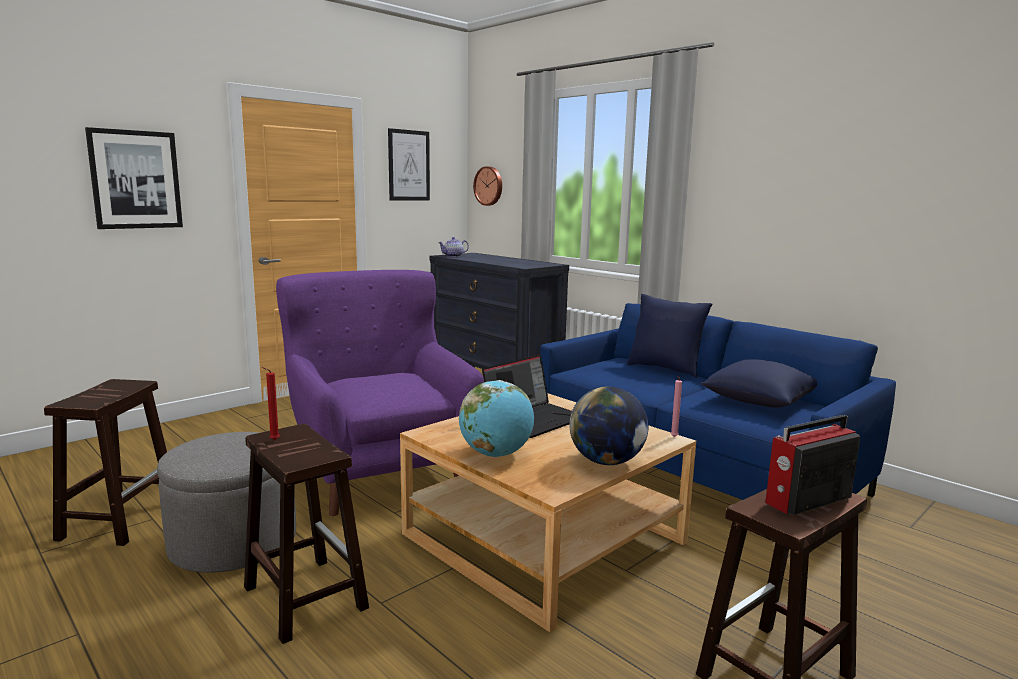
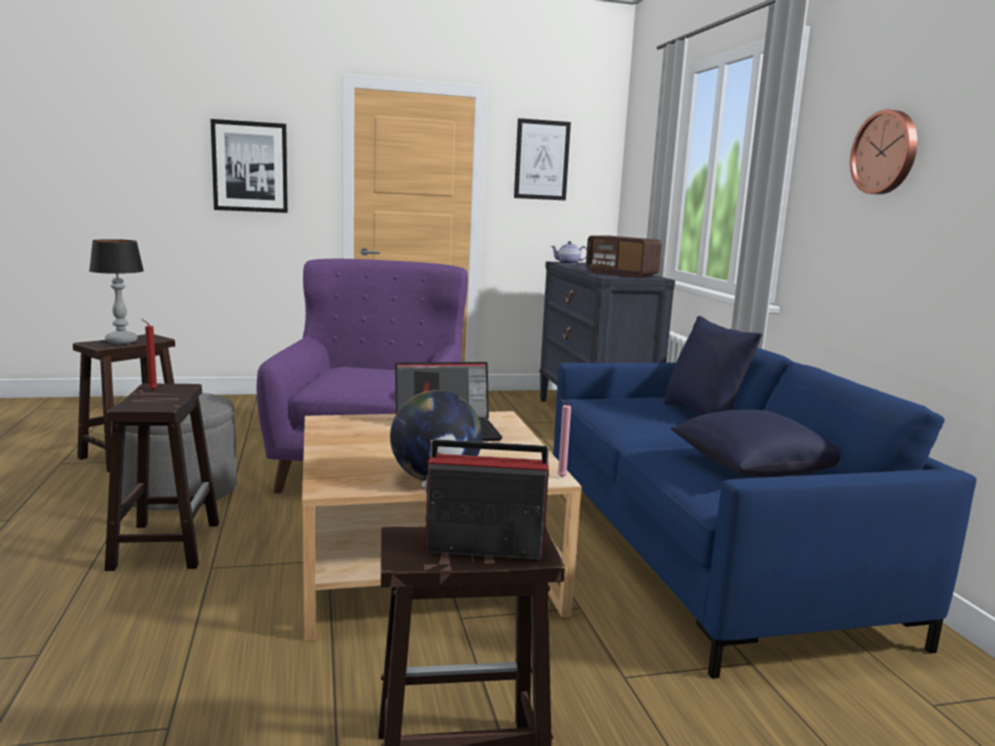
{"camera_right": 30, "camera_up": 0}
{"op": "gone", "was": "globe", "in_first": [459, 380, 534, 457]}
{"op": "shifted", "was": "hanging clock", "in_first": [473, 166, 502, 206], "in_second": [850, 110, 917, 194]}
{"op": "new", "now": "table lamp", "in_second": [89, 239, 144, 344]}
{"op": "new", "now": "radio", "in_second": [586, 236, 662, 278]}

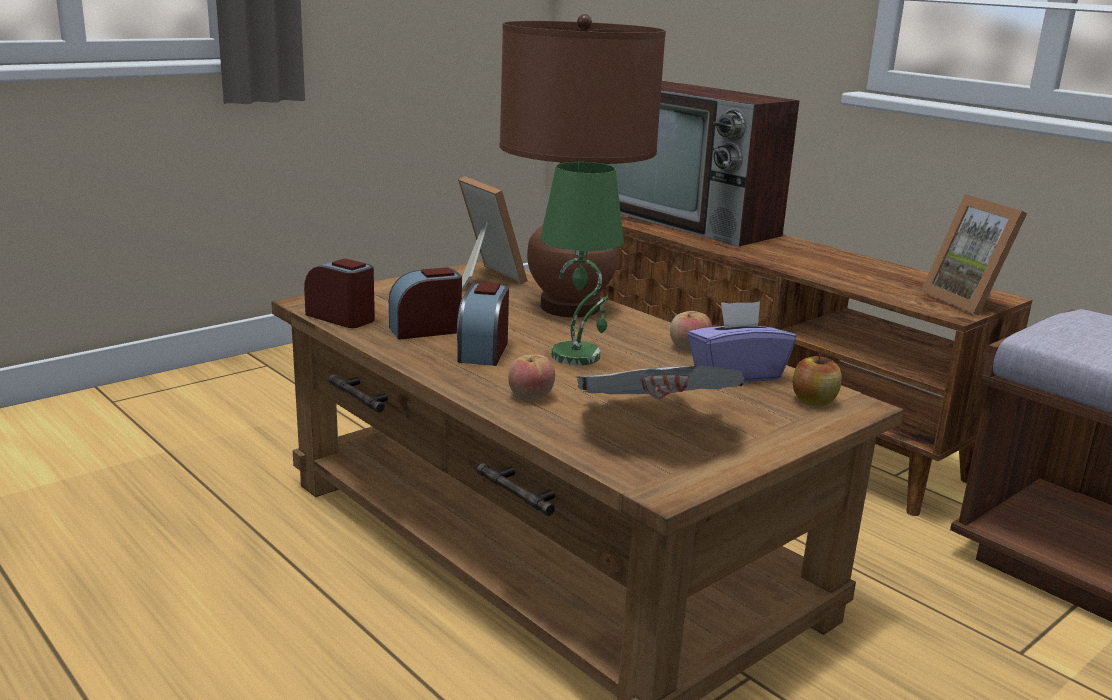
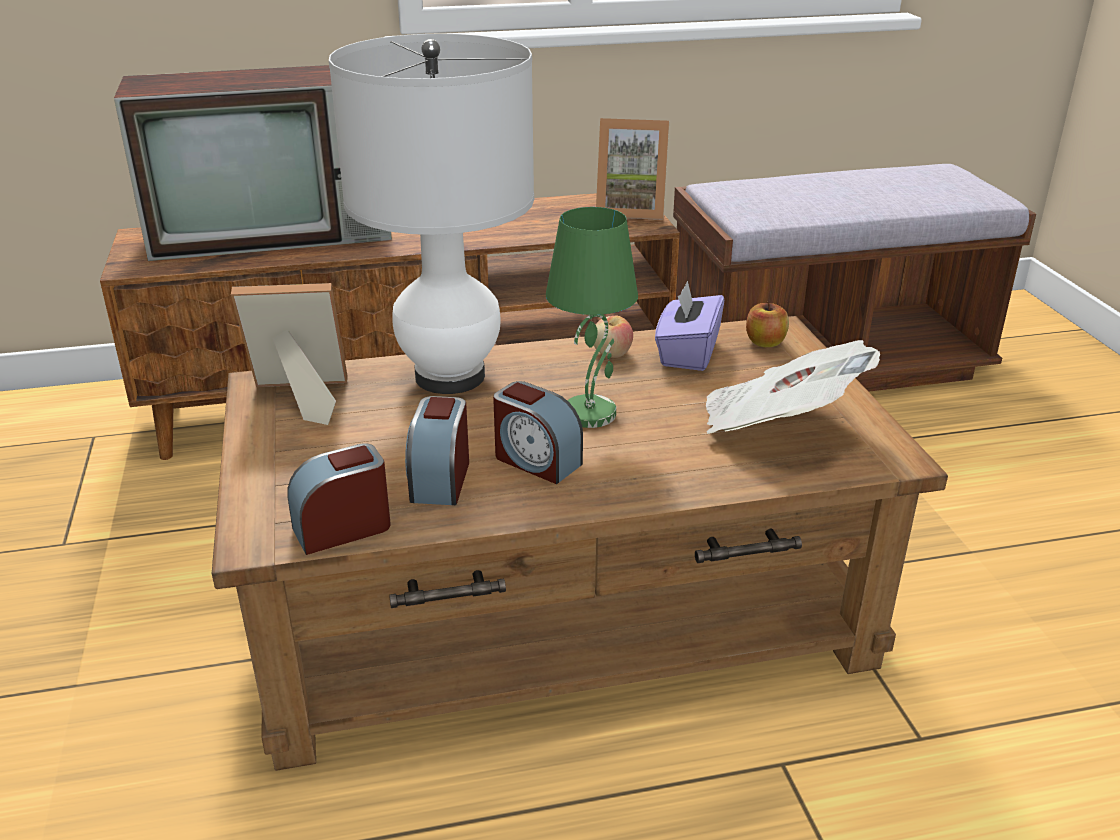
{"camera_right": -60, "camera_up": 10}
{"op": "repainted", "was": "brown table lamp", "now": "whitish table lamp", "in_first": [500, 14, 666, 317], "in_second": [329, 34, 534, 394]}
{"op": "gone", "was": "apple fruit", "in_first": [508, 355, 555, 399]}

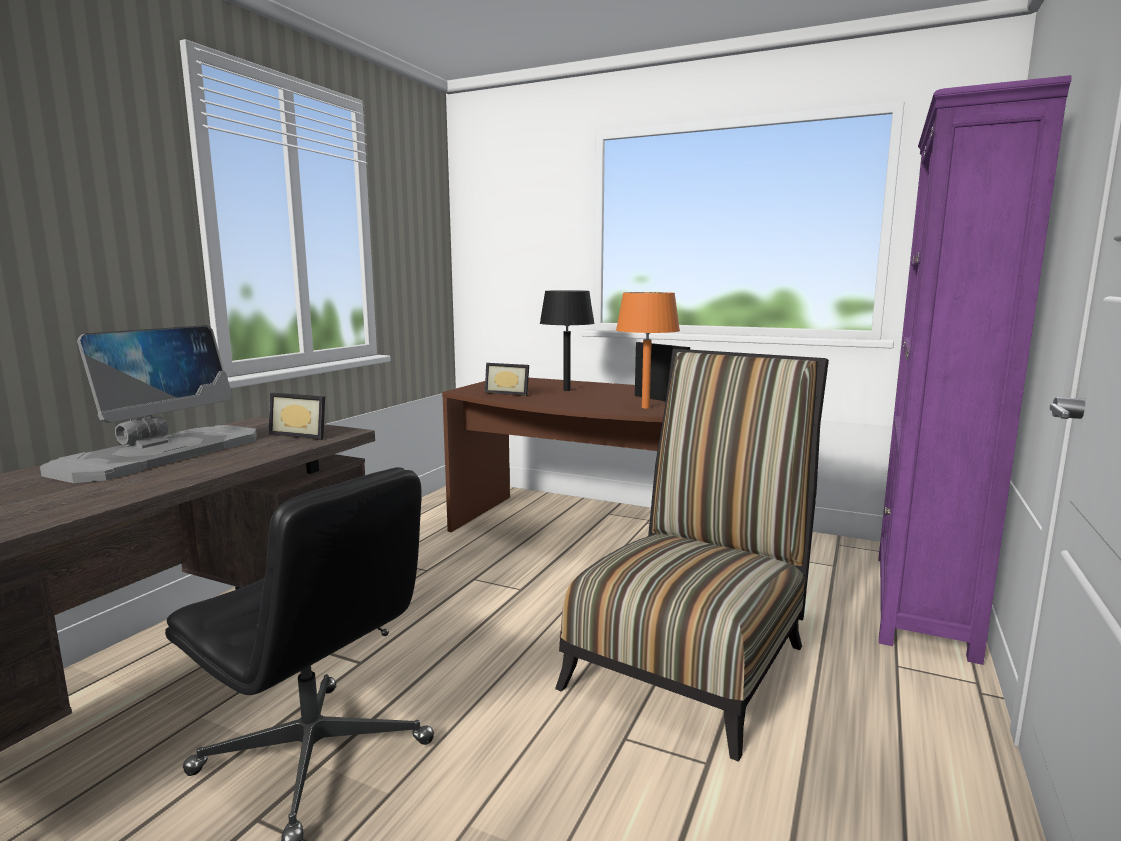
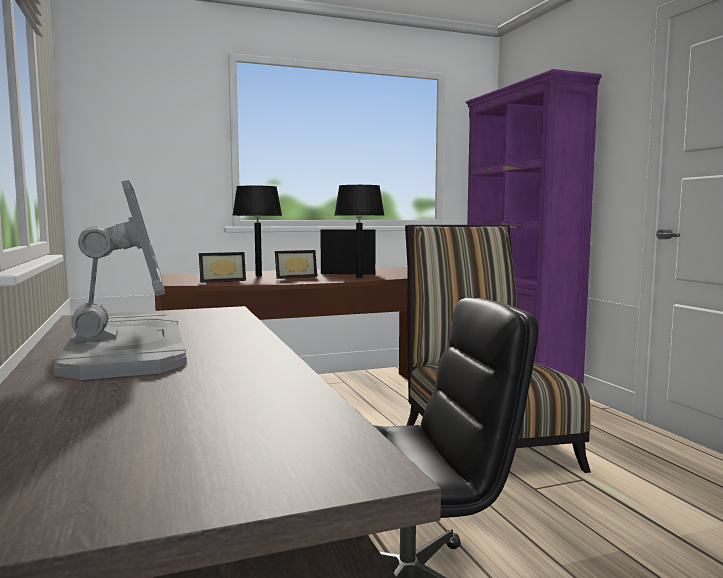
{"camera_right": -45, "camera_up": -5}
{"op": "shifted", "was": "photo frame", "in_first": [269, 393, 325, 440], "in_second": [275, 250, 317, 279]}
{"op": "repainted", "was": "orange table lamp", "now": "black table lamp", "in_first": [616, 292, 680, 408], "in_second": [334, 185, 384, 278]}

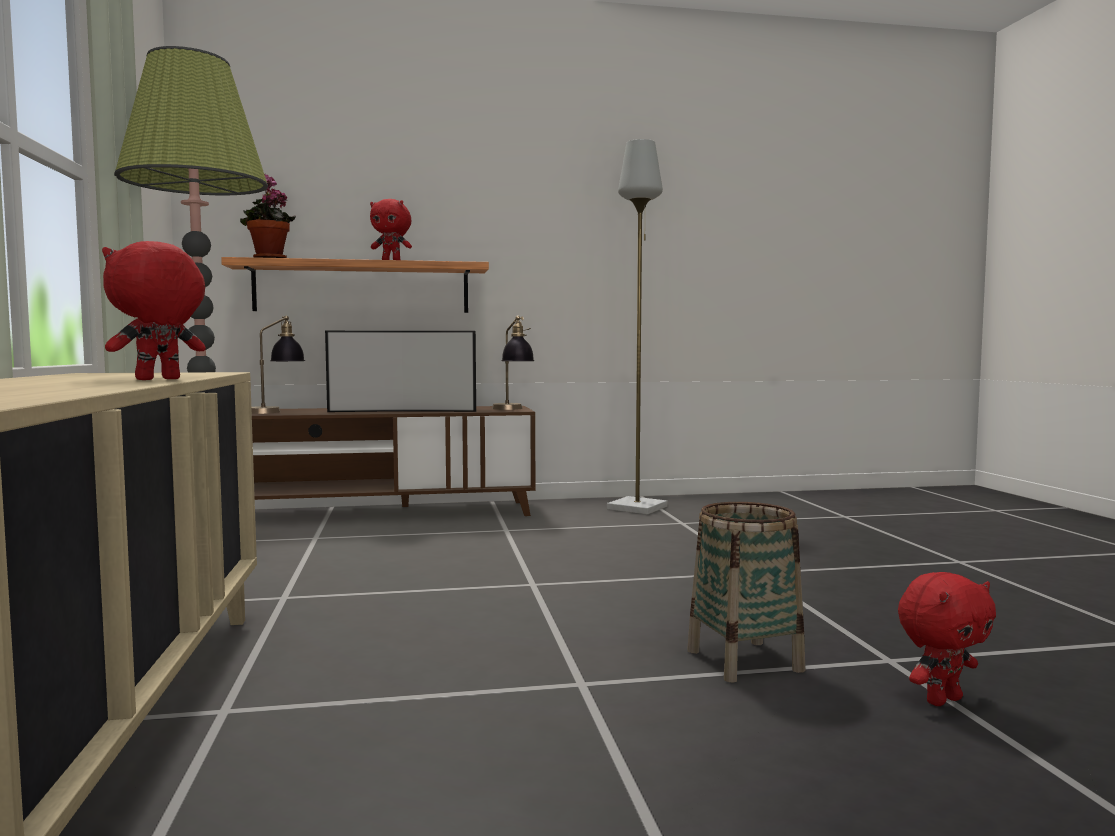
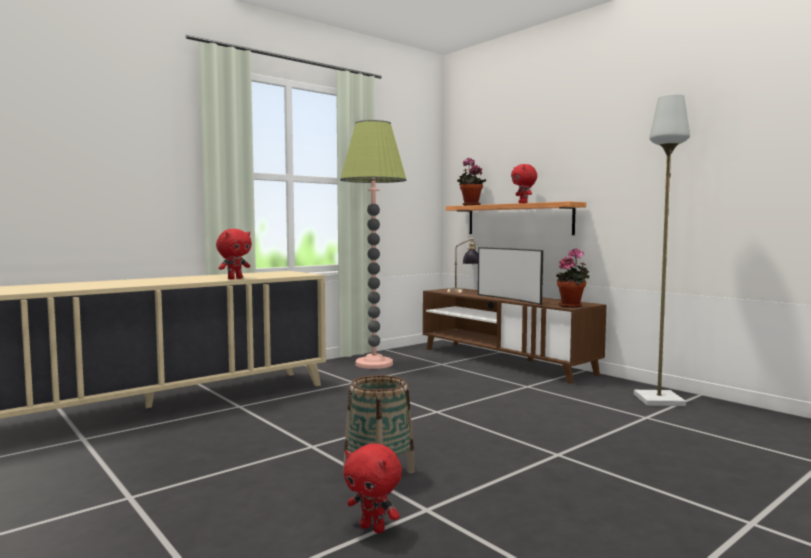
{"camera_right": 60, "camera_up": 0}
{"op": "rotated", "was": "red-coloured plush toy", "in_first": [102, 241, 206, 380], "in_second": [216, 229, 252, 279], "clockwise": 120}
{"op": "swapped", "was": "table lamp", "now": "houseplant", "in_first": [492, 316, 534, 410], "in_second": [556, 248, 590, 308]}

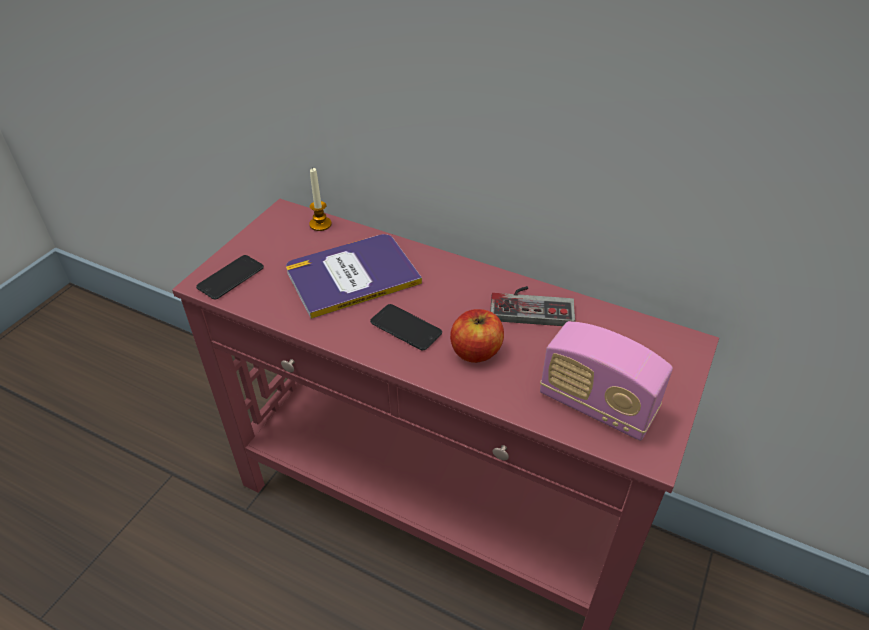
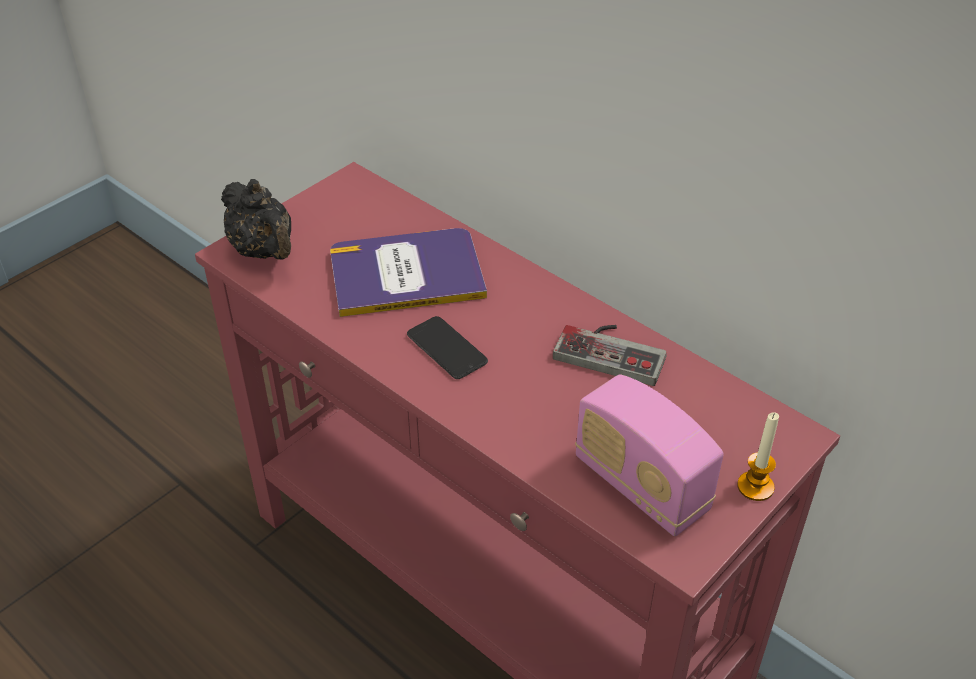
{"camera_right": 15, "camera_up": 0}
{"op": "swapped", "was": "telephone", "now": "black pot for tea", "in_first": [196, 255, 264, 299], "in_second": [221, 179, 291, 260]}
{"op": "shifted", "was": "wax light", "in_first": [309, 168, 332, 231], "in_second": [737, 412, 779, 501]}
{"op": "gone", "was": "apple fruit", "in_first": [450, 309, 504, 363]}

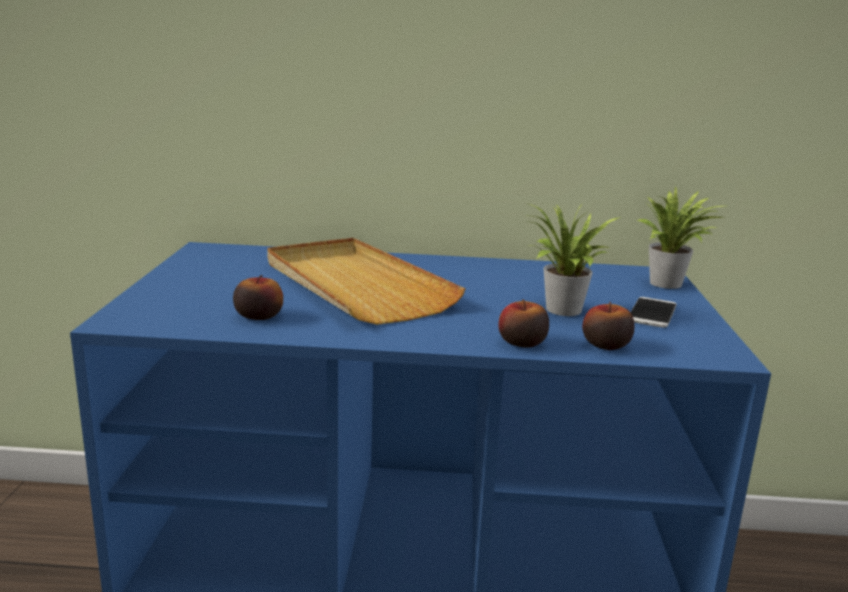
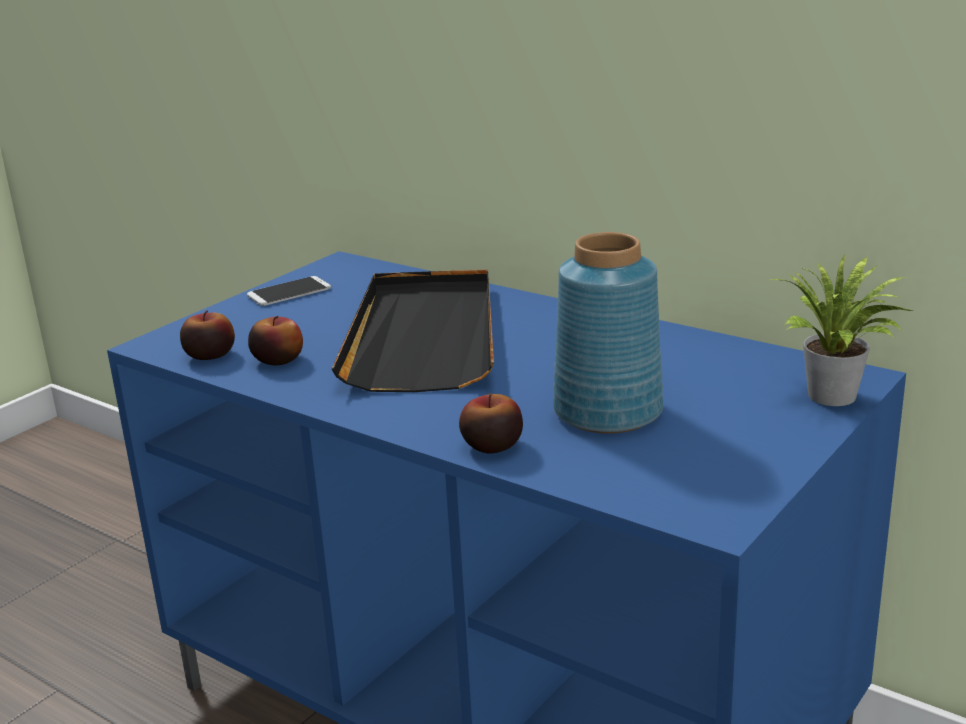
{"camera_right": 35, "camera_up": 5}
{"op": "repainted", "was": "beige-coloured tray", "now": "black tray", "in_first": [267, 238, 466, 325], "in_second": [332, 269, 494, 392]}
{"op": "swapped", "was": "houseplant", "now": "blue decorative vase", "in_first": [526, 202, 621, 316], "in_second": [553, 232, 663, 434]}
{"op": "shifted", "was": "apple fruit", "in_first": [582, 302, 634, 350], "in_second": [180, 310, 235, 360]}
{"op": "shifted", "was": "telephone", "in_first": [630, 297, 677, 328], "in_second": [247, 276, 331, 306]}

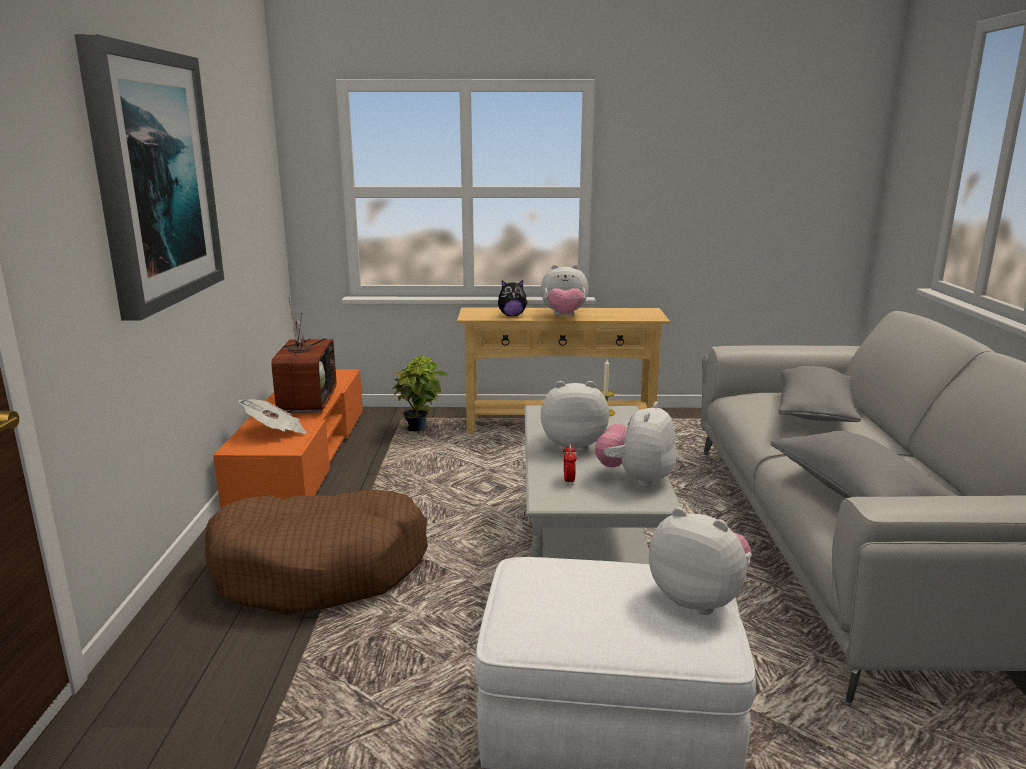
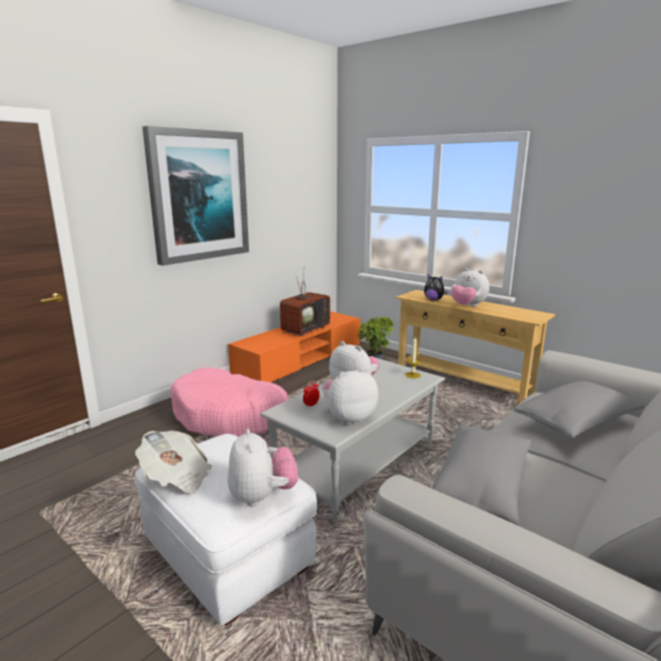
{"camera_right": 40, "camera_up": 0}
{"op": "repainted", "was": "brown dog bed", "now": "pink dog bed", "in_first": [205, 489, 428, 615], "in_second": [170, 368, 288, 437]}
{"op": "shifted", "was": "daily paper", "in_first": [238, 399, 306, 434], "in_second": [135, 431, 212, 494]}

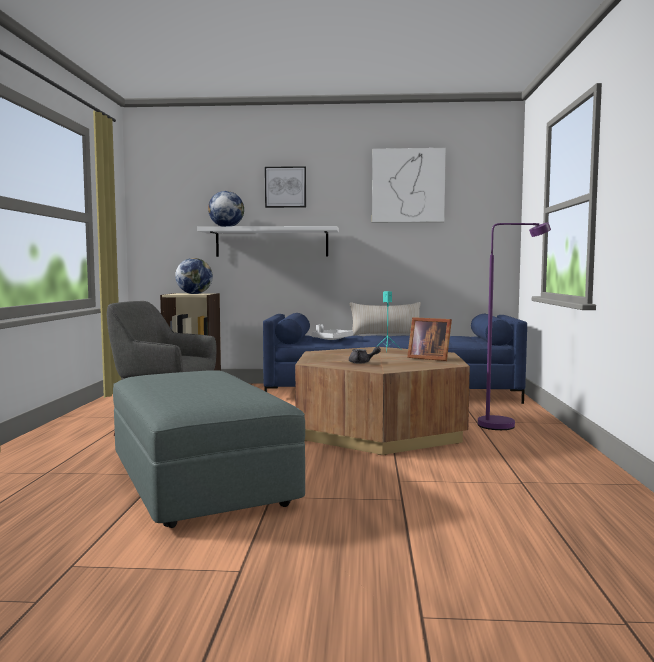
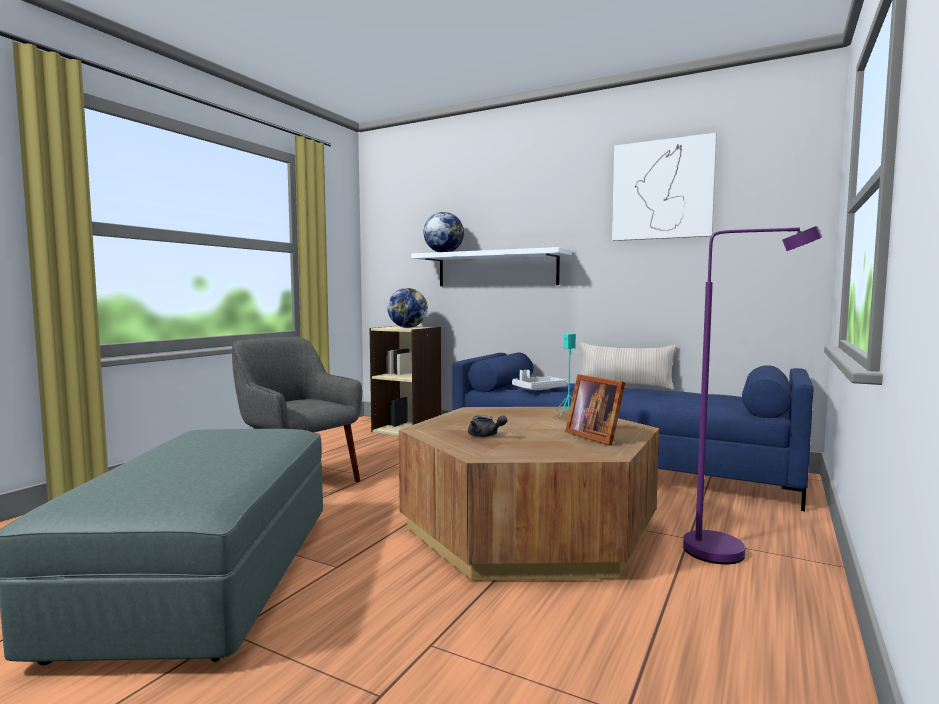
{"camera_right": 25, "camera_up": 0}
{"op": "gone", "was": "picture", "in_first": [265, 166, 306, 208]}

